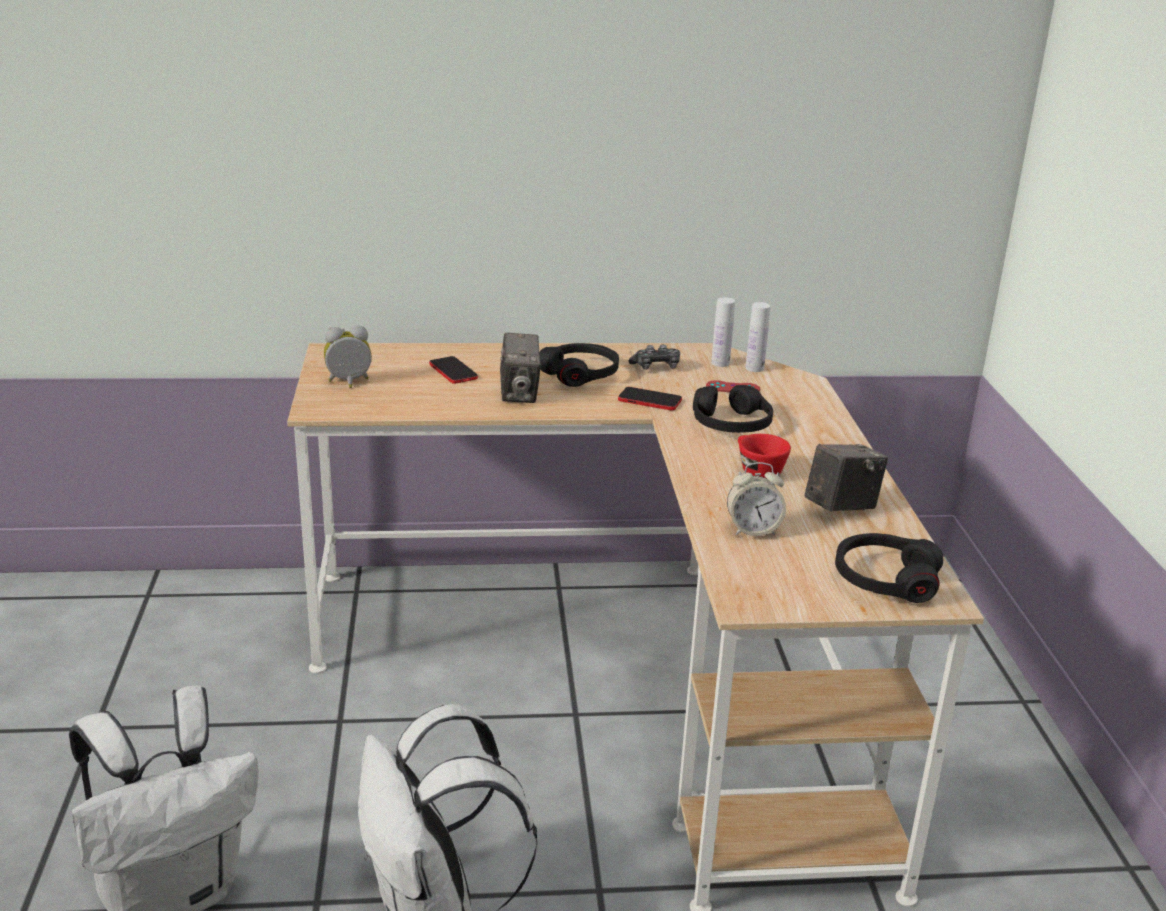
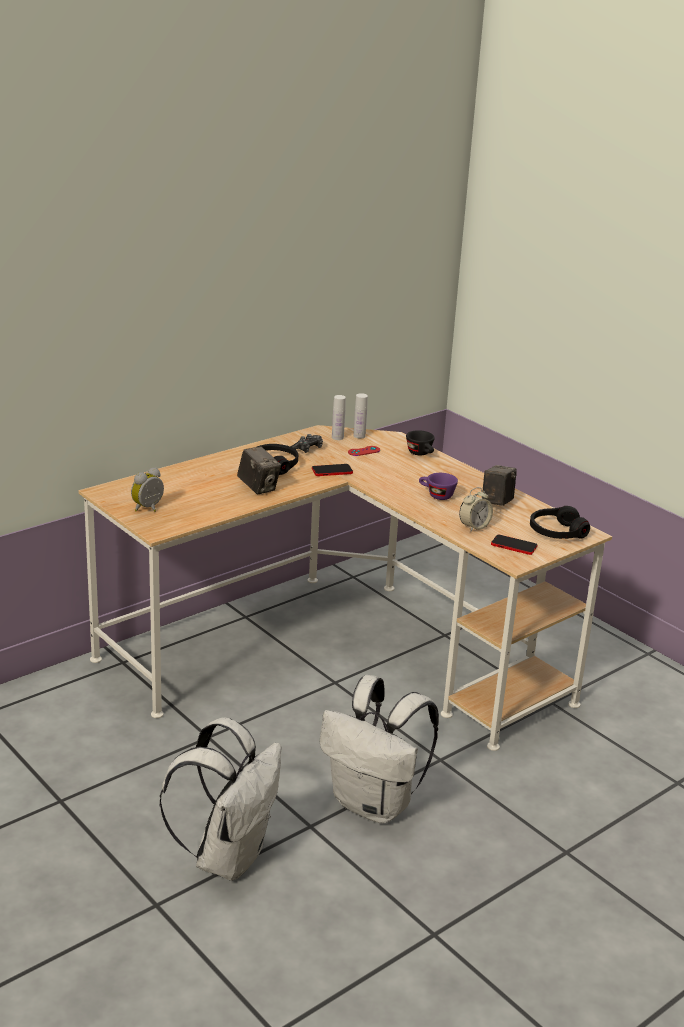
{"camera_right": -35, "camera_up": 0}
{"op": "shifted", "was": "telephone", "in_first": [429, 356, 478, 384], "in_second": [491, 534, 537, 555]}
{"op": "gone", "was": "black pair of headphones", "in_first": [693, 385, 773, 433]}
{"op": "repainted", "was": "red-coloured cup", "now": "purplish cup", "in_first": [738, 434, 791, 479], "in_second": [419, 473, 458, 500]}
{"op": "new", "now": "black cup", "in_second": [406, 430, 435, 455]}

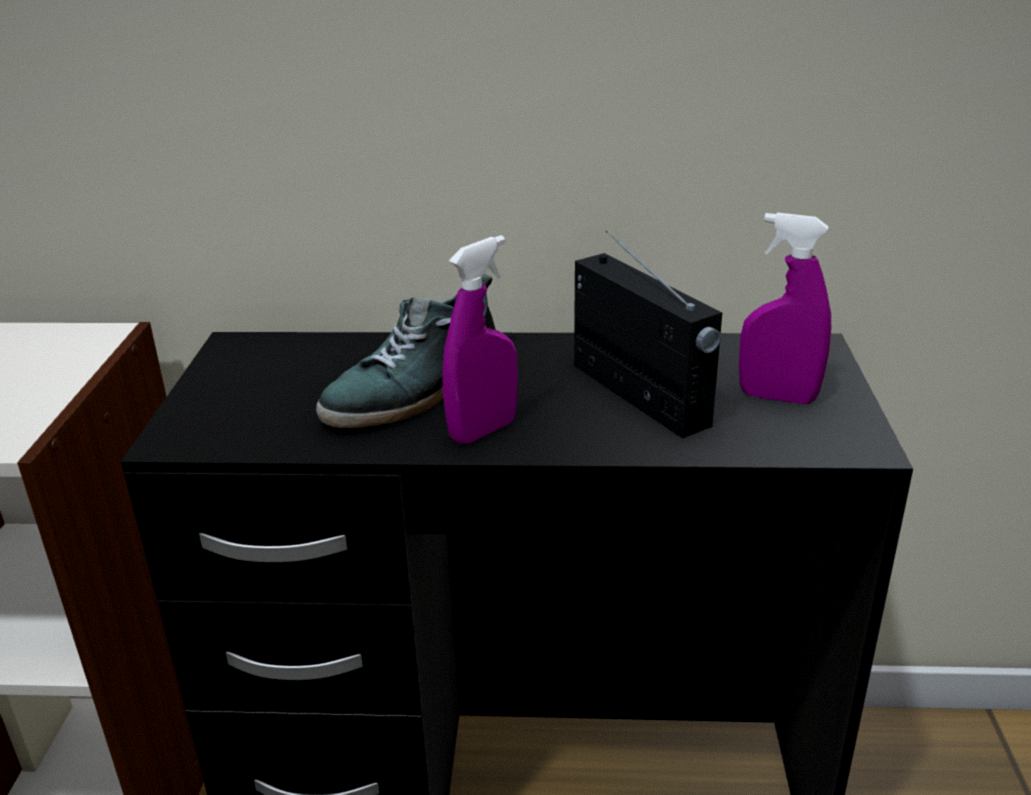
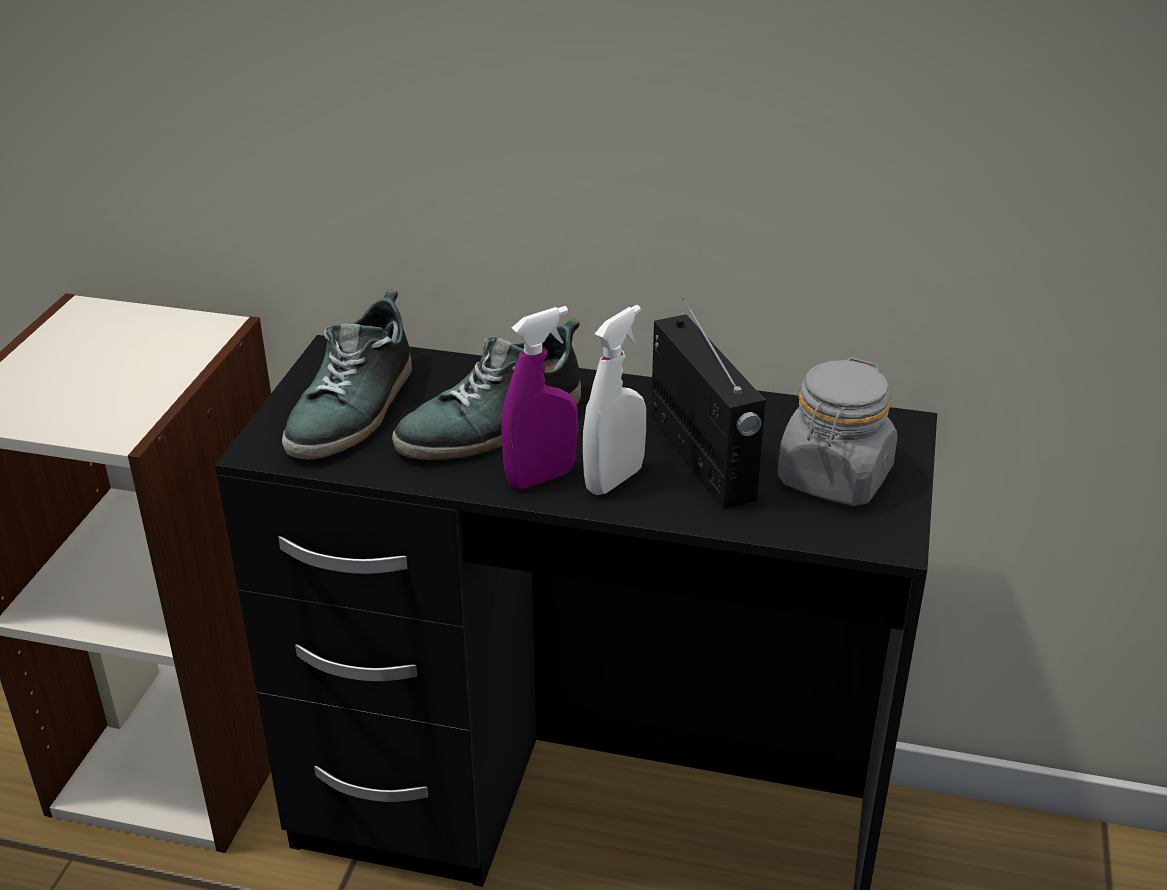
{"camera_right": 10, "camera_up": 5}
{"op": "swapped", "was": "purplish hand sprayer", "now": "grey jar", "in_first": [739, 212, 831, 404], "in_second": [777, 357, 898, 506]}
{"op": "new", "now": "shoe", "in_second": [282, 289, 412, 459]}
{"op": "new", "now": "whitish hand sprayer", "in_second": [583, 305, 646, 495]}

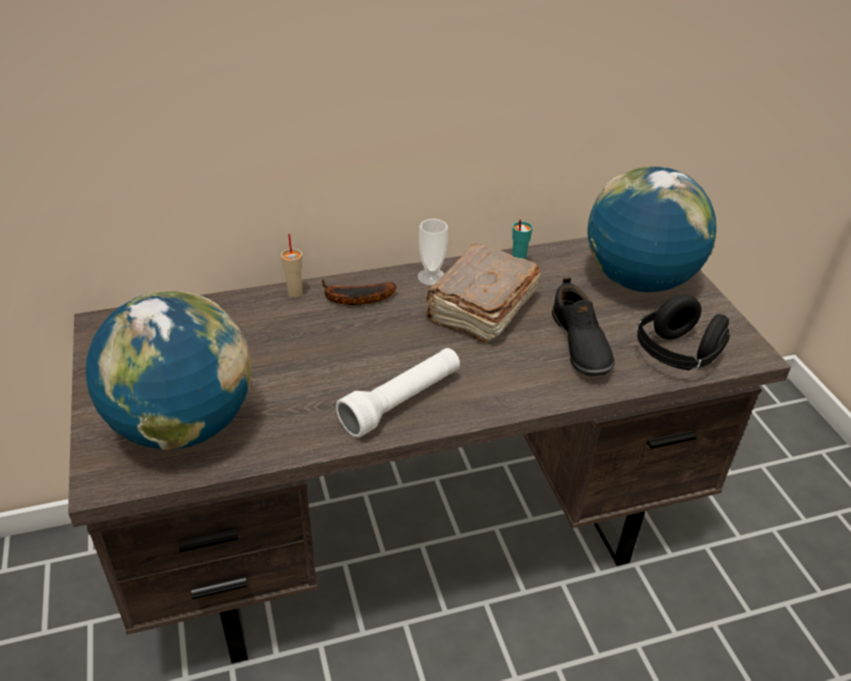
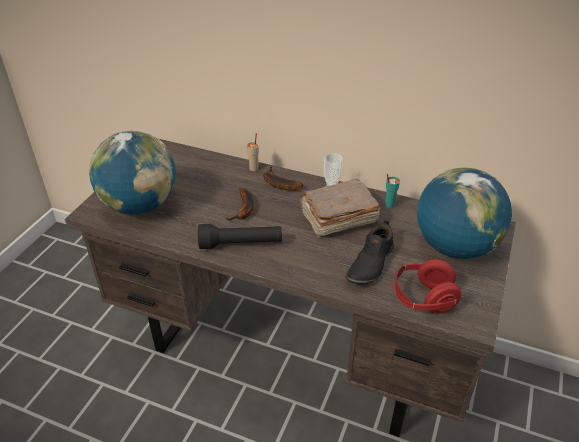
{"camera_right": 40, "camera_up": 0}
{"op": "repainted", "was": "whitish hand torch", "now": "black hand torch", "in_first": [336, 348, 460, 438], "in_second": [198, 224, 282, 249]}
{"op": "repainted", "was": "black pair of headphones", "now": "red-coloured pair of headphones", "in_first": [637, 295, 730, 370], "in_second": [392, 259, 461, 314]}
{"op": "new", "now": "whole banana", "in_second": [226, 188, 254, 221]}

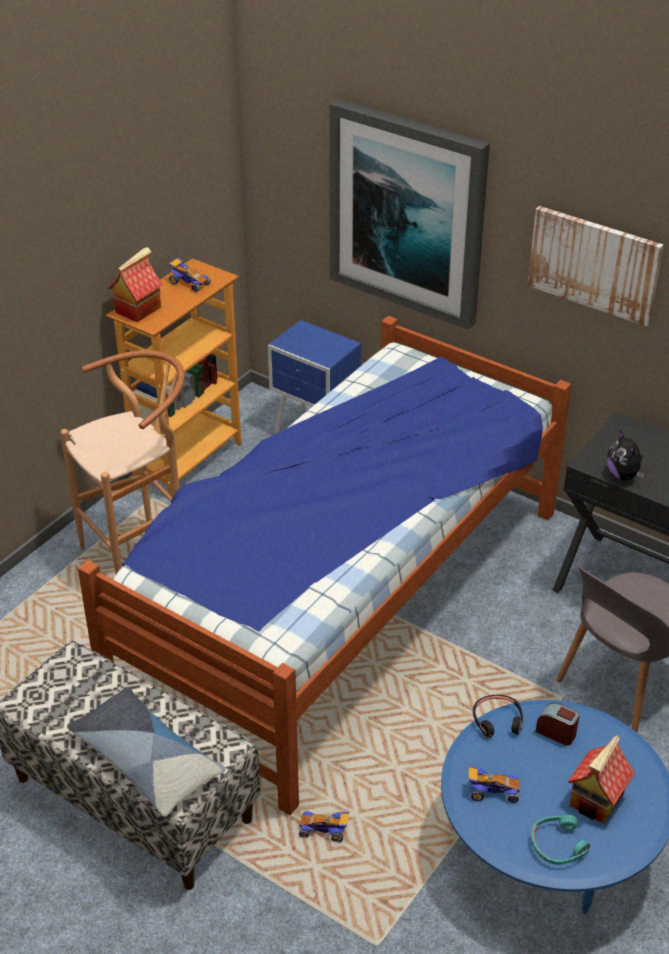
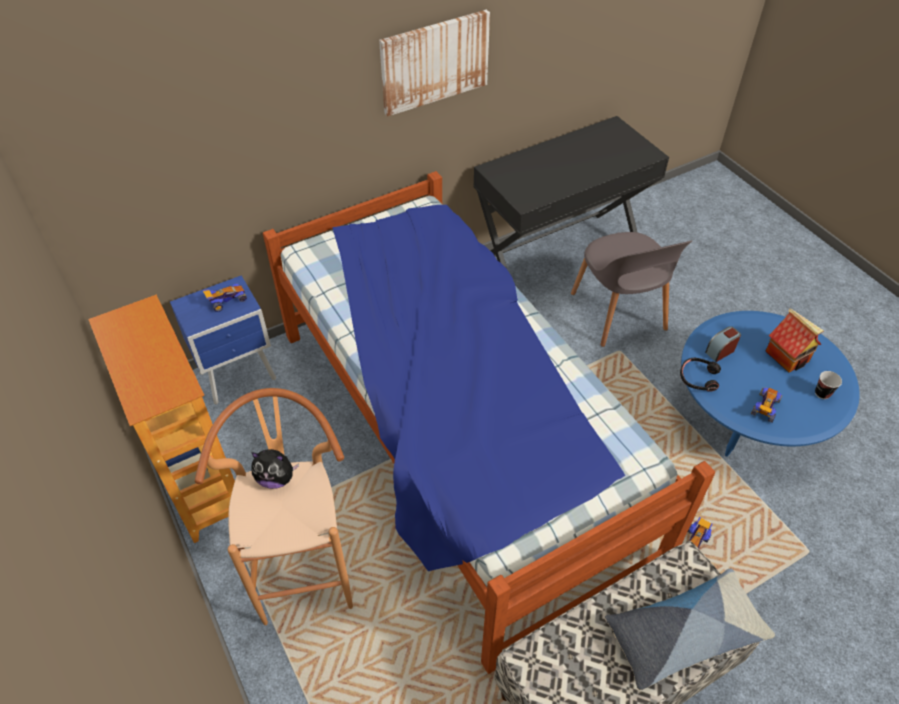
{"camera_right": -65, "camera_up": 10}
{"op": "gone", "was": "miniature house", "in_first": [108, 247, 163, 322]}
{"op": "shifted", "was": "toy car", "in_first": [169, 258, 211, 292], "in_second": [203, 284, 247, 312]}
{"op": "gone", "was": "picture", "in_first": [329, 99, 490, 330]}
{"op": "swapped", "was": "turquoise-coloured pair of headphones", "now": "cup", "in_first": [531, 815, 590, 865], "in_second": [815, 371, 842, 399]}
{"op": "shifted", "was": "plush toy", "in_first": [607, 430, 644, 480], "in_second": [251, 449, 299, 489]}

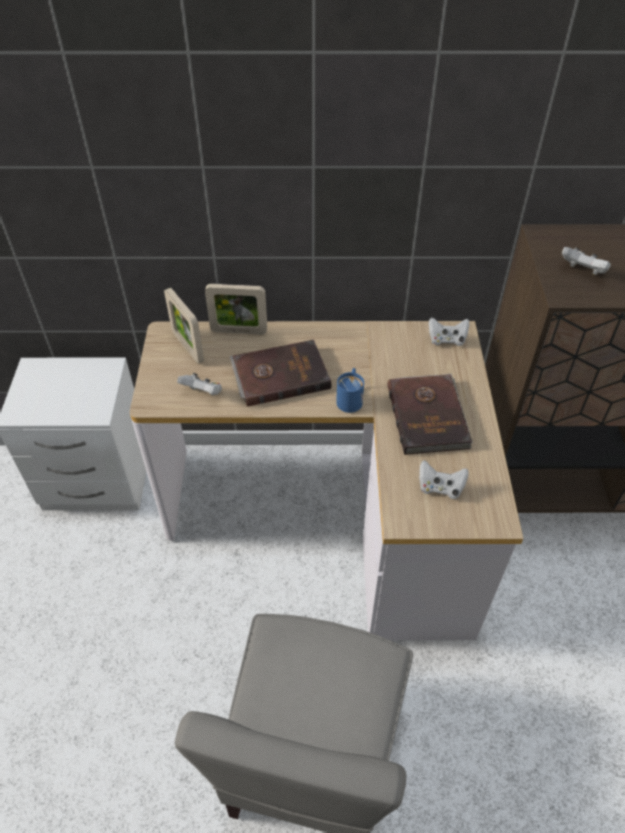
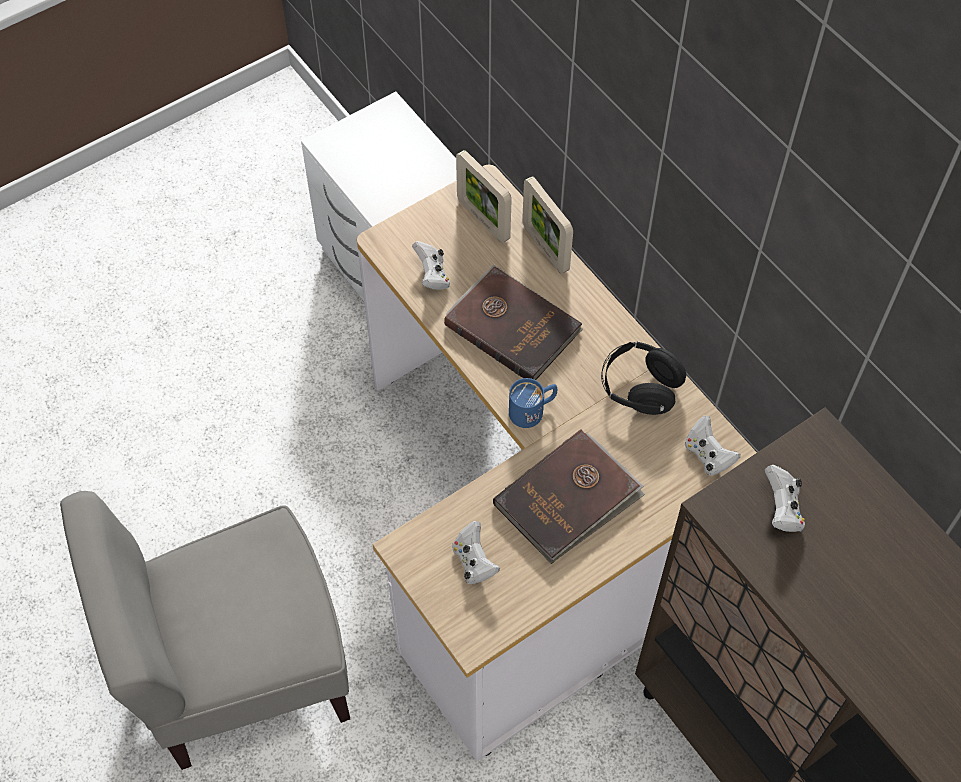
{"camera_right": 55, "camera_up": 10}
{"op": "rotated", "was": "photo frame", "in_first": [164, 288, 204, 363], "in_second": [456, 150, 512, 243], "clockwise": -60}
{"op": "new", "now": "black pair of headphones", "in_second": [601, 341, 686, 415]}

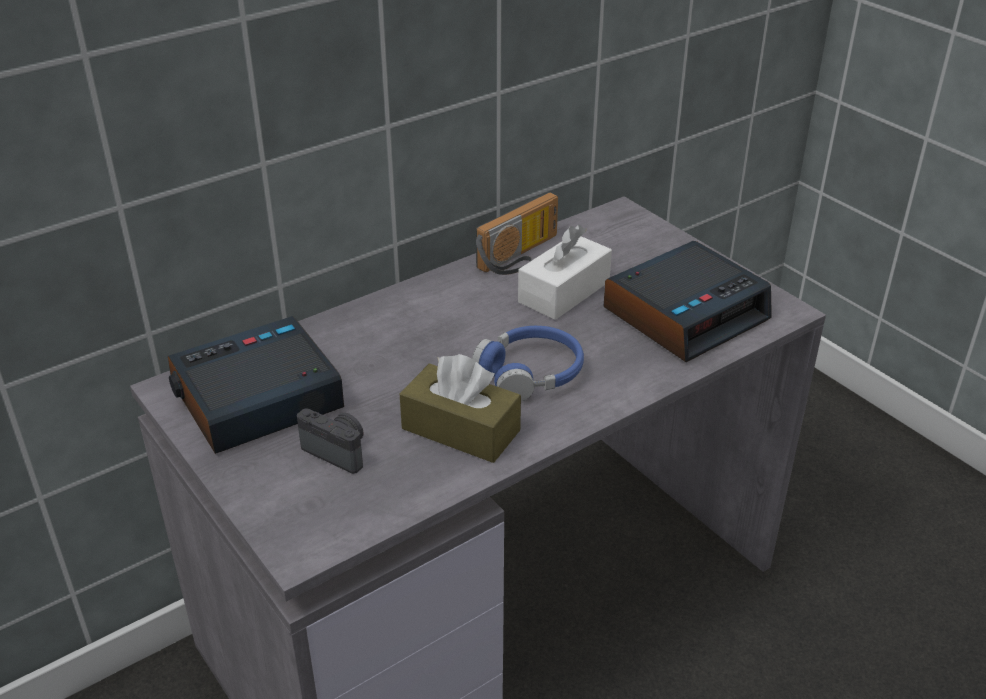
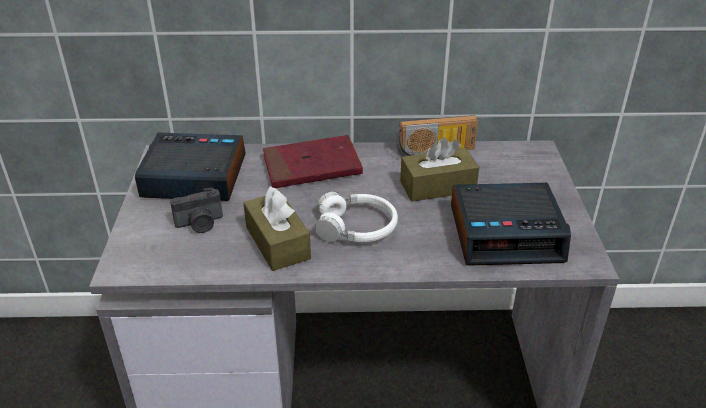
{"camera_right": 35, "camera_up": 0}
{"op": "rotated", "was": "still camera", "in_first": [297, 408, 364, 474], "in_second": [170, 187, 223, 233], "clockwise": 90}
{"op": "repainted", "was": "blue pair of headphones", "now": "whitish pair of headphones", "in_first": [472, 326, 584, 402], "in_second": [315, 192, 398, 242]}
{"op": "repainted", "was": "whitish tissue box", "now": "brown tissue box", "in_first": [518, 225, 612, 320], "in_second": [400, 138, 479, 202]}
{"op": "new", "now": "red-coloured volume", "in_second": [263, 135, 363, 188]}

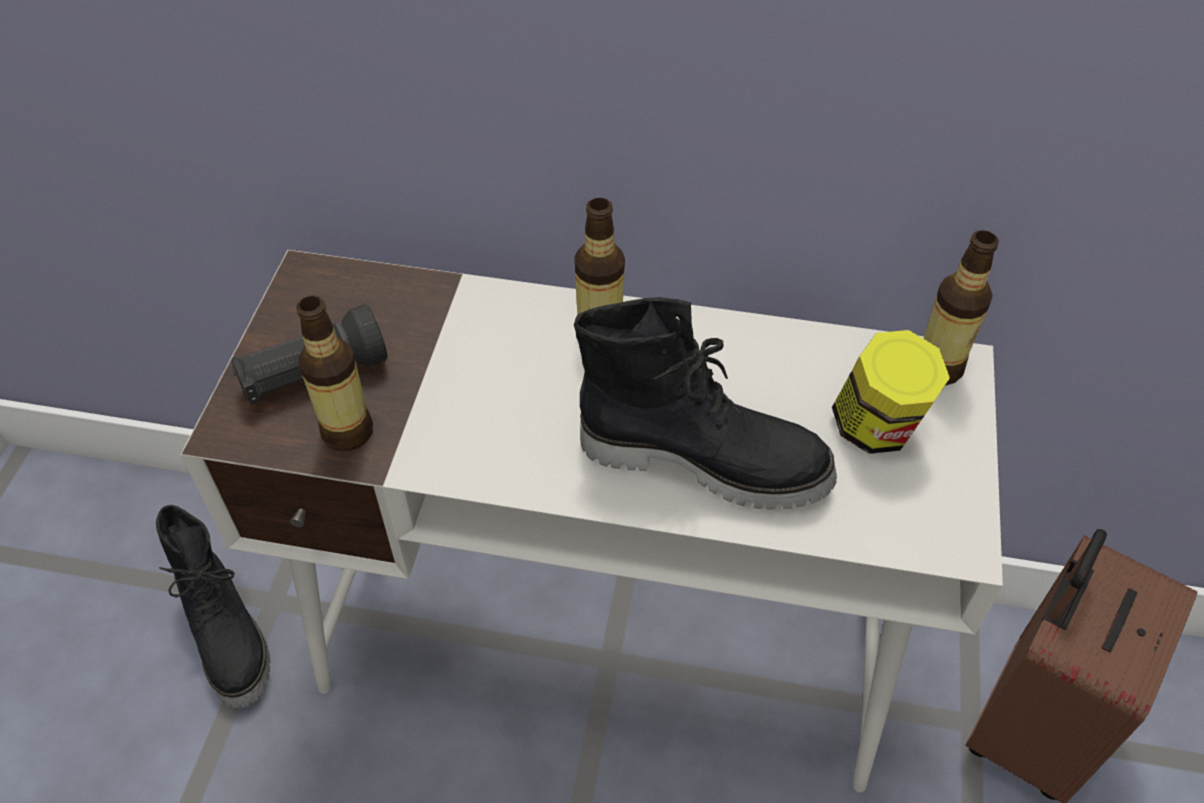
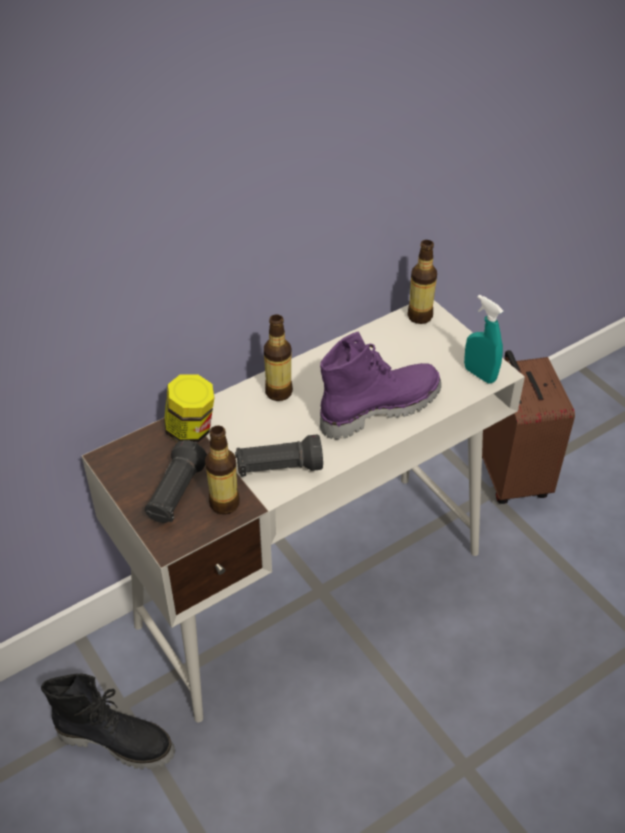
{"camera_right": -45, "camera_up": -5}
{"op": "repainted", "was": "black tall boot", "now": "purplish tall boot", "in_first": [574, 297, 837, 510], "in_second": [320, 331, 441, 440]}
{"op": "shifted", "was": "jar", "in_first": [832, 330, 950, 454], "in_second": [164, 374, 214, 443]}
{"op": "new", "now": "black hand torch", "in_second": [235, 434, 323, 477]}
{"op": "new", "now": "turquoise-coloured hand sprayer", "in_second": [464, 294, 503, 384]}

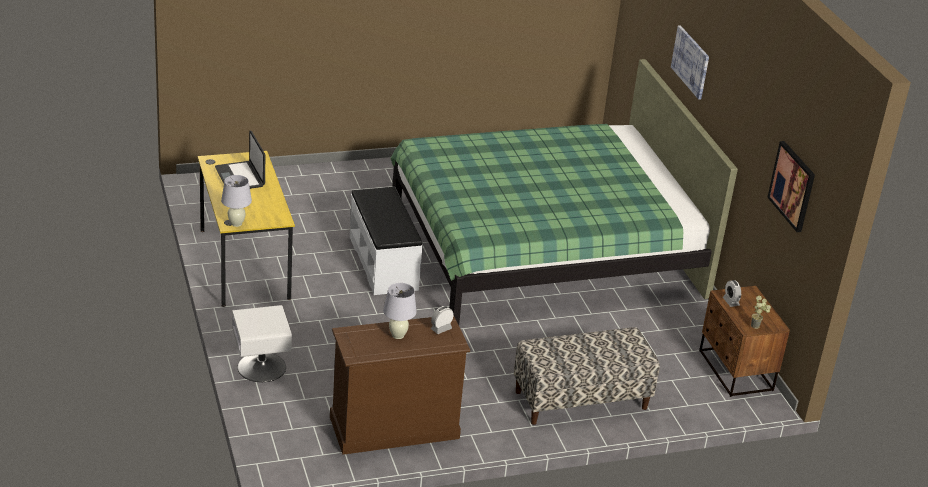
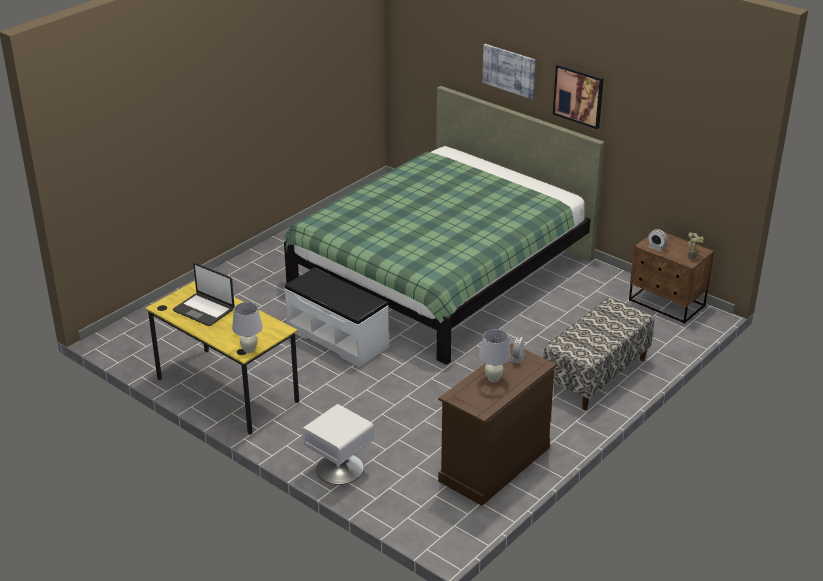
{"camera_right": -30, "camera_up": 0}
{"op": "shifted", "was": "picture", "in_first": [767, 141, 815, 232], "in_second": [553, 64, 604, 129]}

